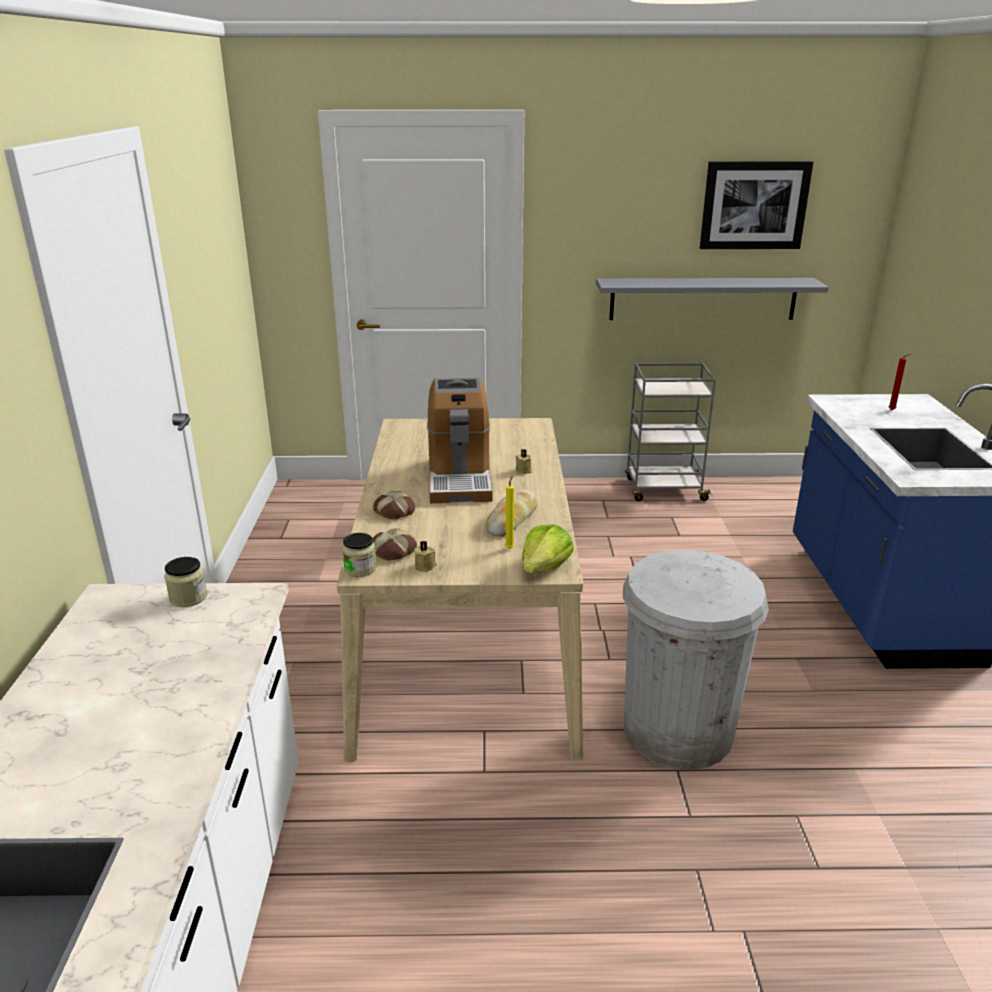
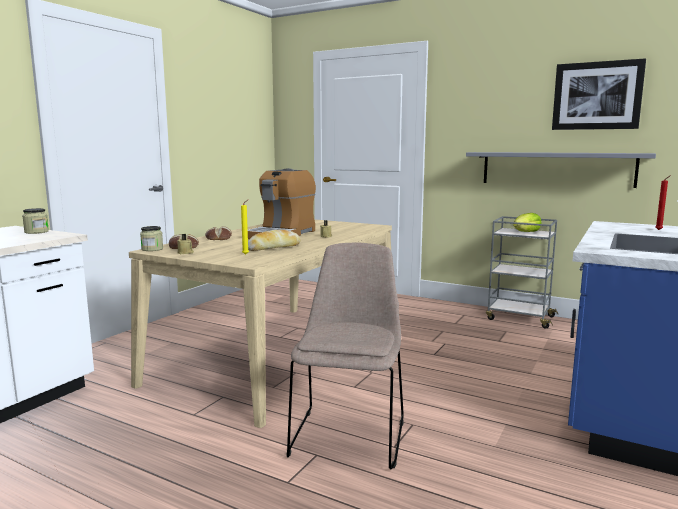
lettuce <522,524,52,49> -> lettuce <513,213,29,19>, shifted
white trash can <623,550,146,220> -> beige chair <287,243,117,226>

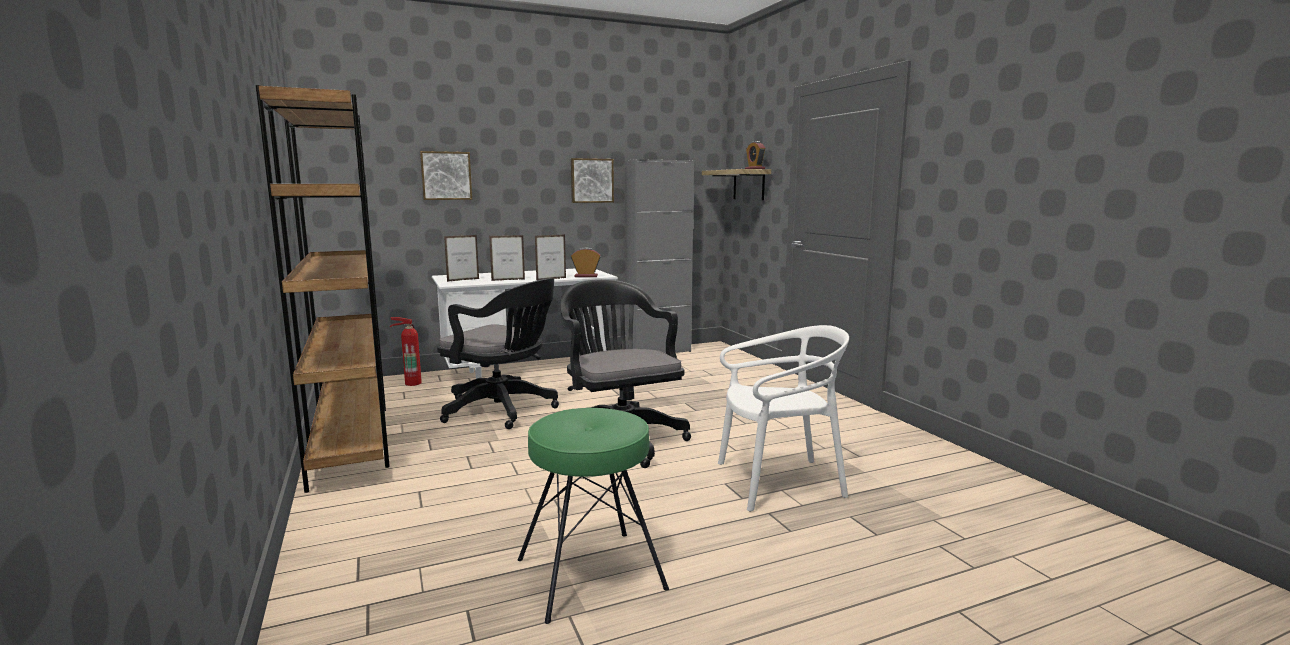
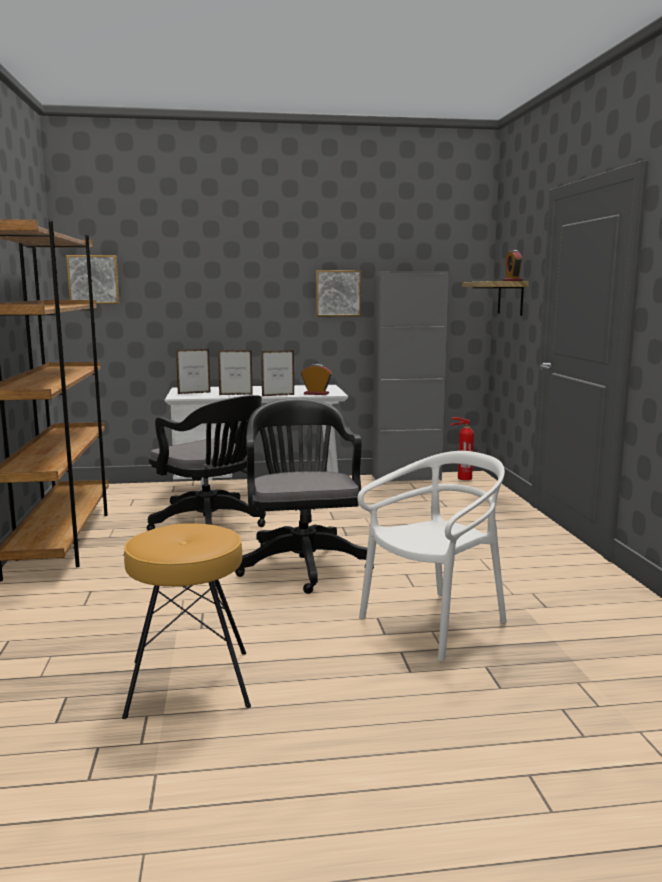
picture <420,151,52,49> -> picture <66,255,54,49>, shifted
fire extinguisher <390,317,32,69> -> fire extinguisher <450,417,24,63>, shifted
white chair <718,325,131,186> -> white chair <357,451,150,210>, 45 degrees counterclockwise
green stool <518,408,151,216> -> brown stool <122,523,129,196>

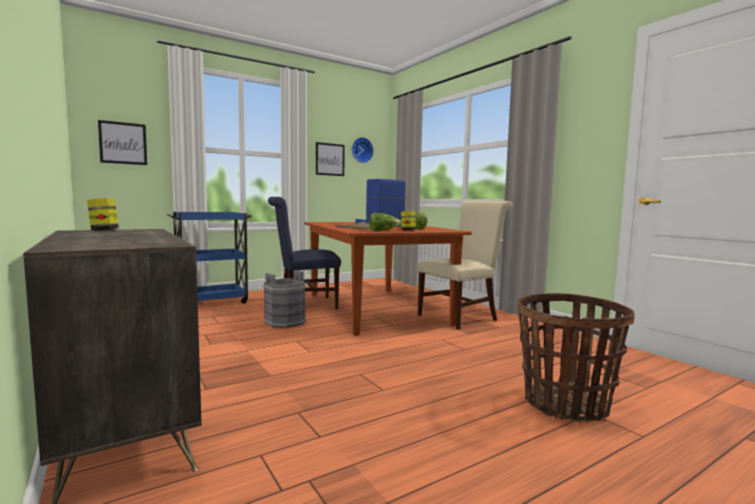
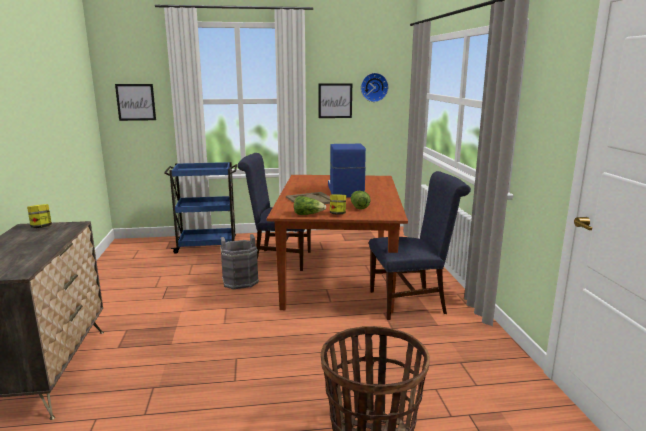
beige chair <417,201,96,129> -> blue chair <369,171,102,149>

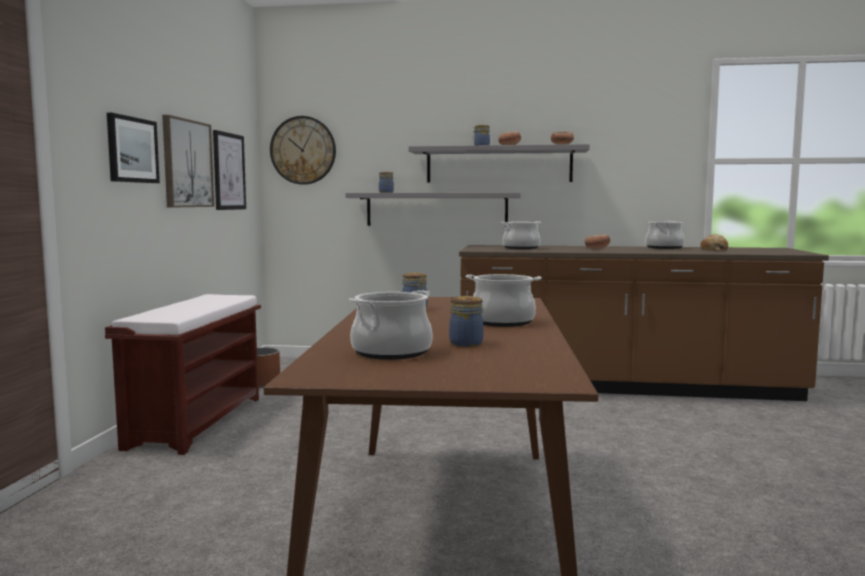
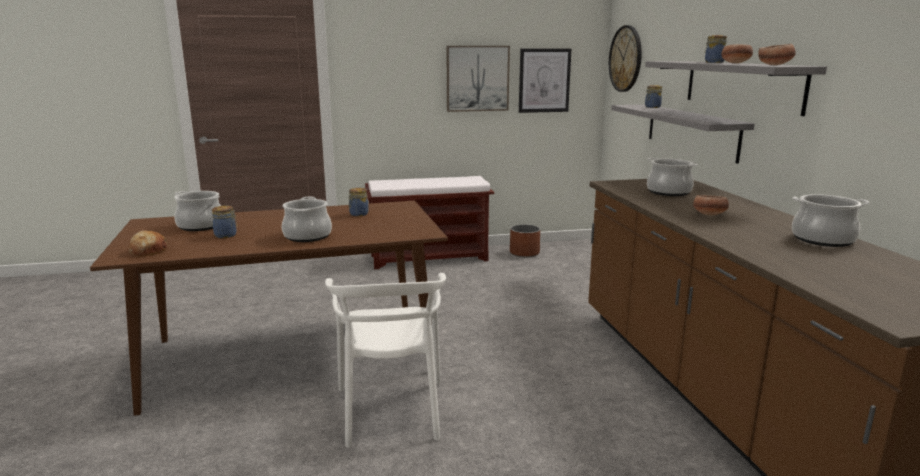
picture <107,113,53,70> -> none
bread <701,234,27,17> -> bread <129,231,38,26>, shifted
none -> white chair <325,273,121,175>

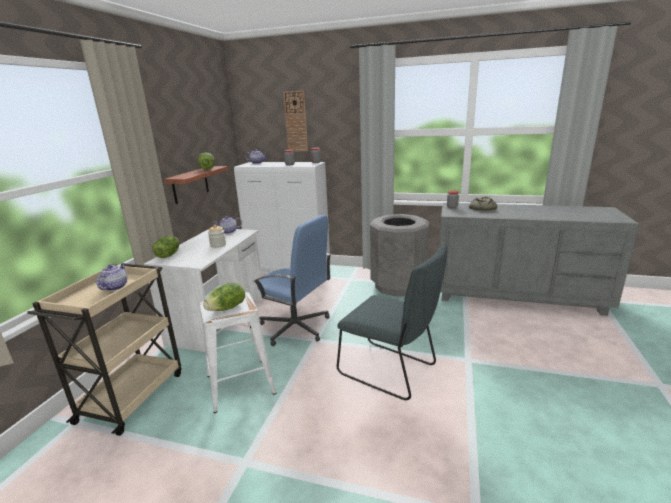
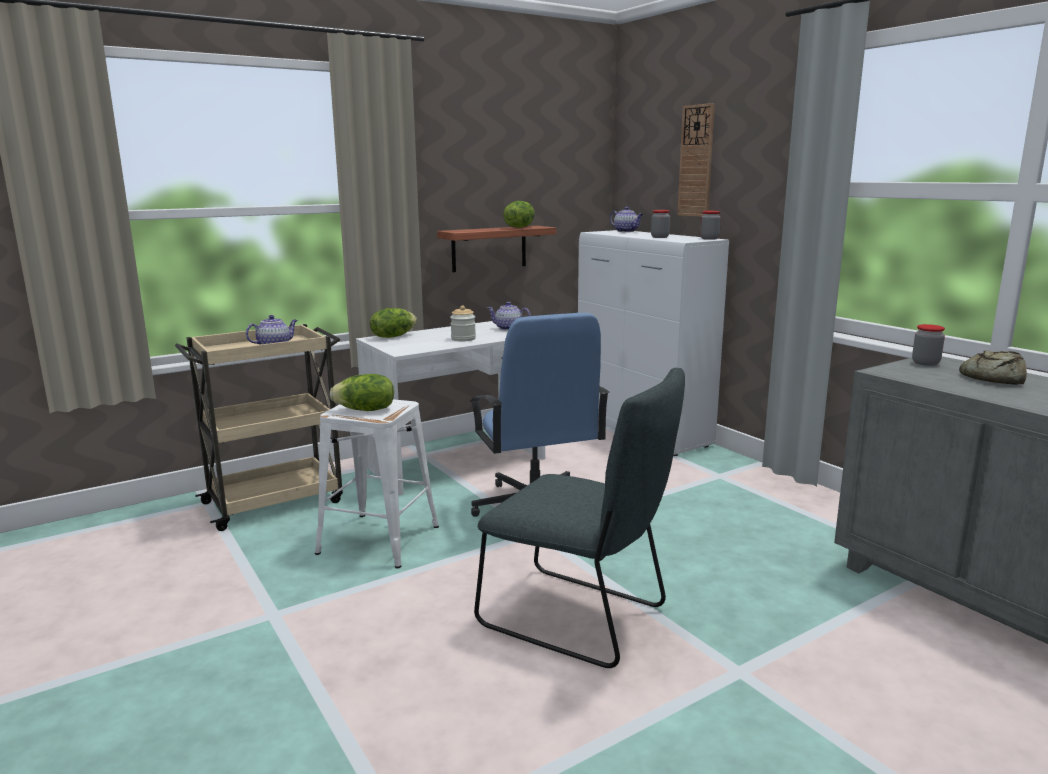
grey trash can <370,214,59,83> -> none
grey chair <337,244,110,156> -> grey chair <474,368,211,300>, 45 degrees counterclockwise

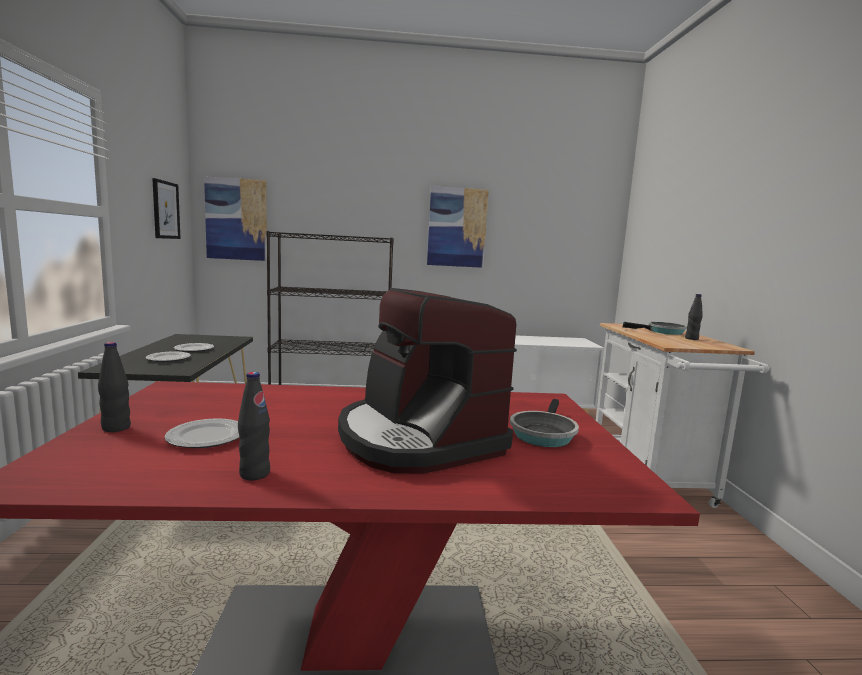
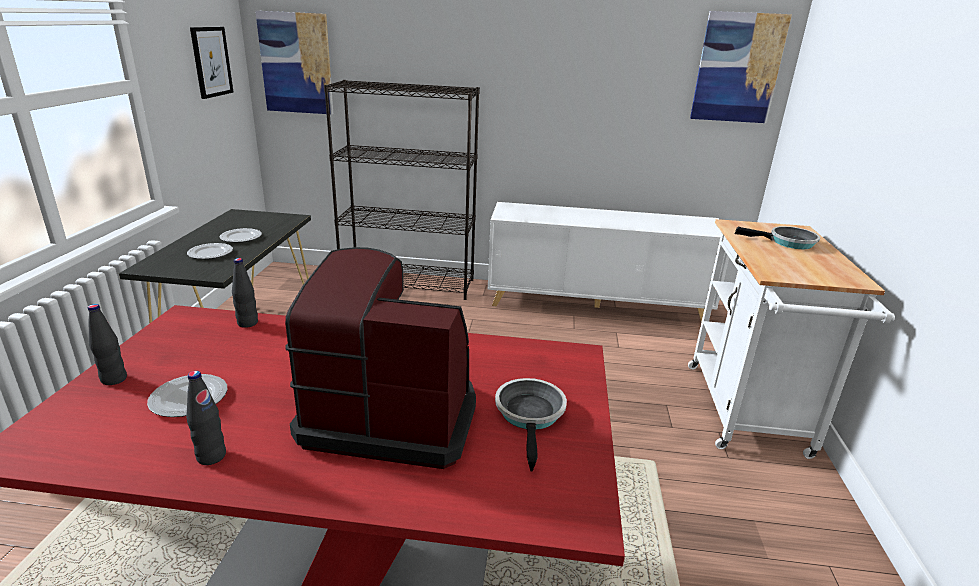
picture <427,186,62,82> -> picture <690,11,102,112>, shifted
coffee machine <338,288,179,186> -> coffee machine <285,247,191,222>, 120 degrees clockwise
black bottle <685,294,18,46> -> black bottle <232,258,26,70>, shifted
frying pan <510,399,69,48> -> frying pan <495,378,72,94>, 150 degrees clockwise

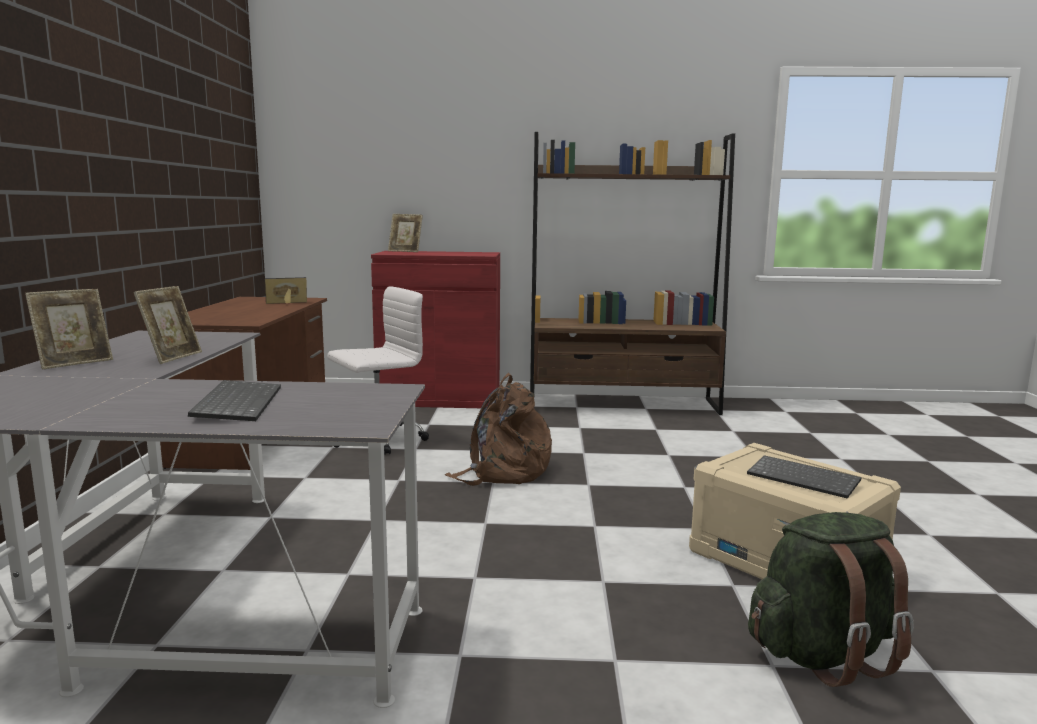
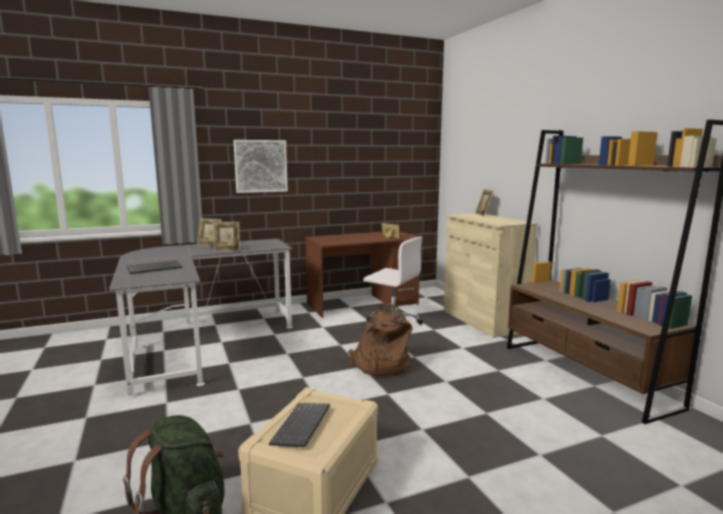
red cabinet <371,251,129,157> -> beige cabinet <444,213,93,125>
none -> picture <234,140,54,53>

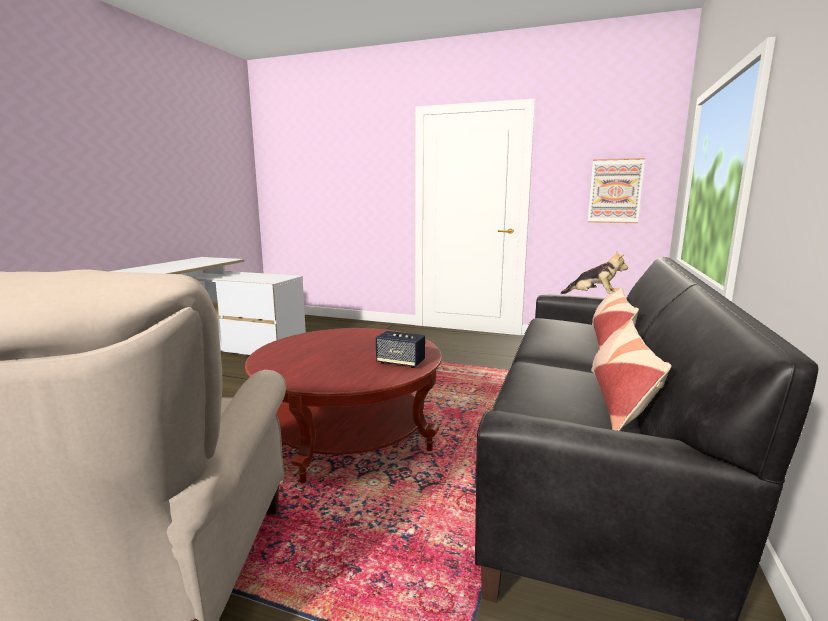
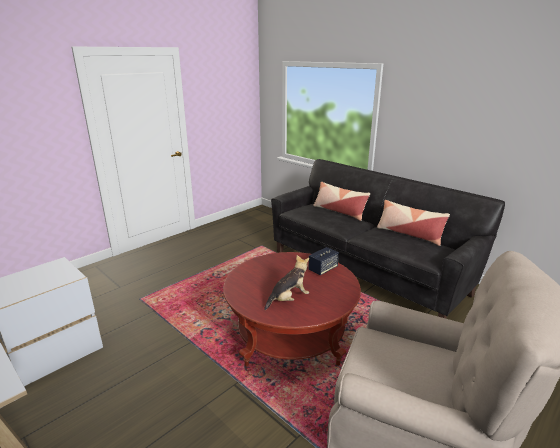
picture <588,158,57,65> -> none
plush toy <560,252,68,42> -> plush toy <264,255,45,55>, shifted

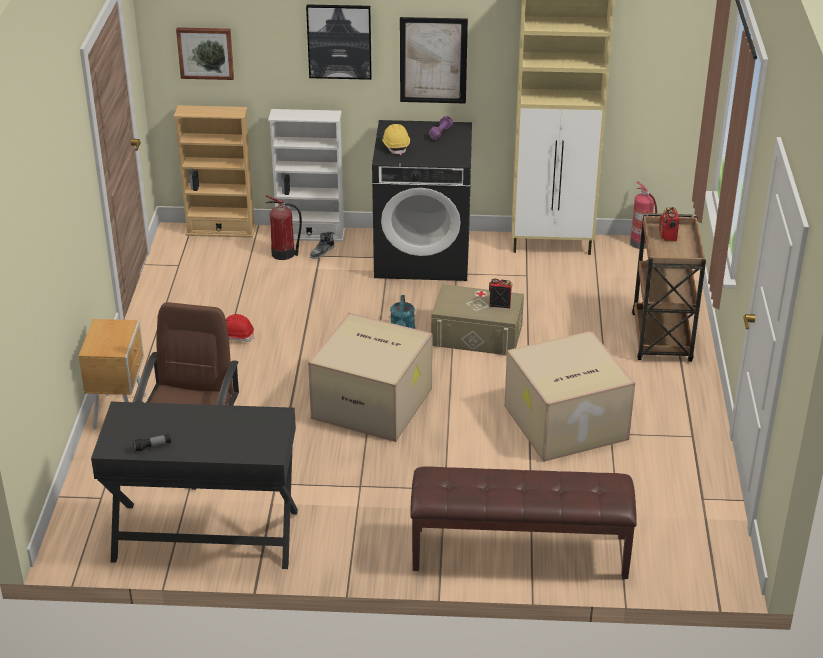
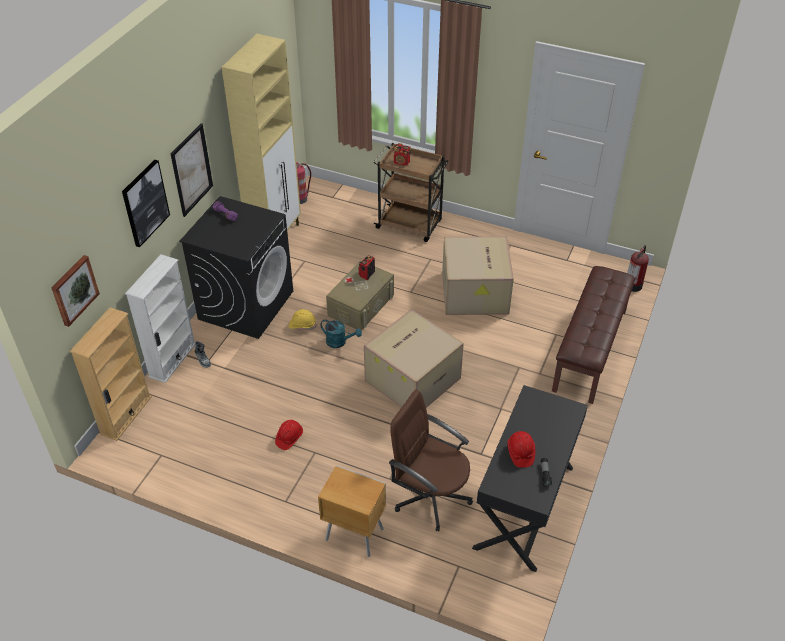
yellow hard hat <382,124,28,31> -> yellow hard hat <289,309,28,20>, shifted
fire extinguisher <266,195,36,65> -> fire extinguisher <627,245,22,47>, shifted
none -> red hard hat <507,431,28,37>

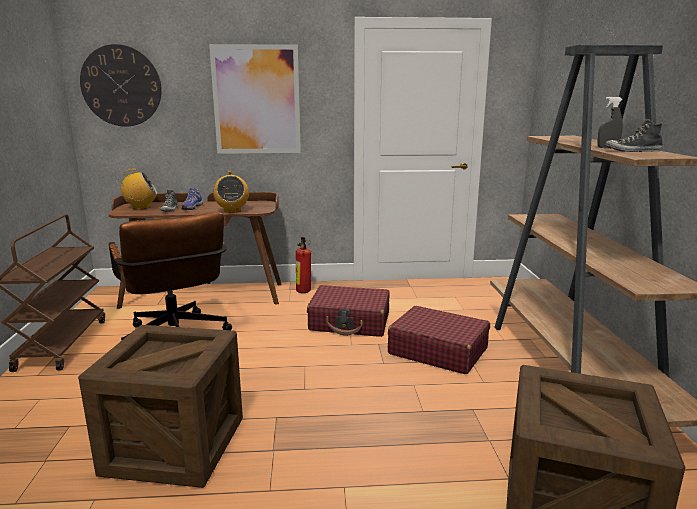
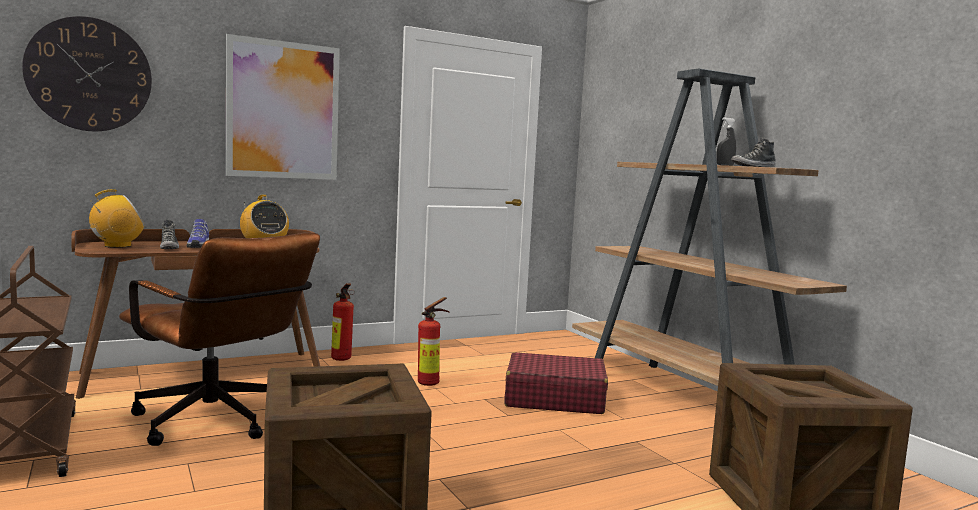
red suitcase <307,285,83,52> -> fire extinguisher <418,297,32,89>

